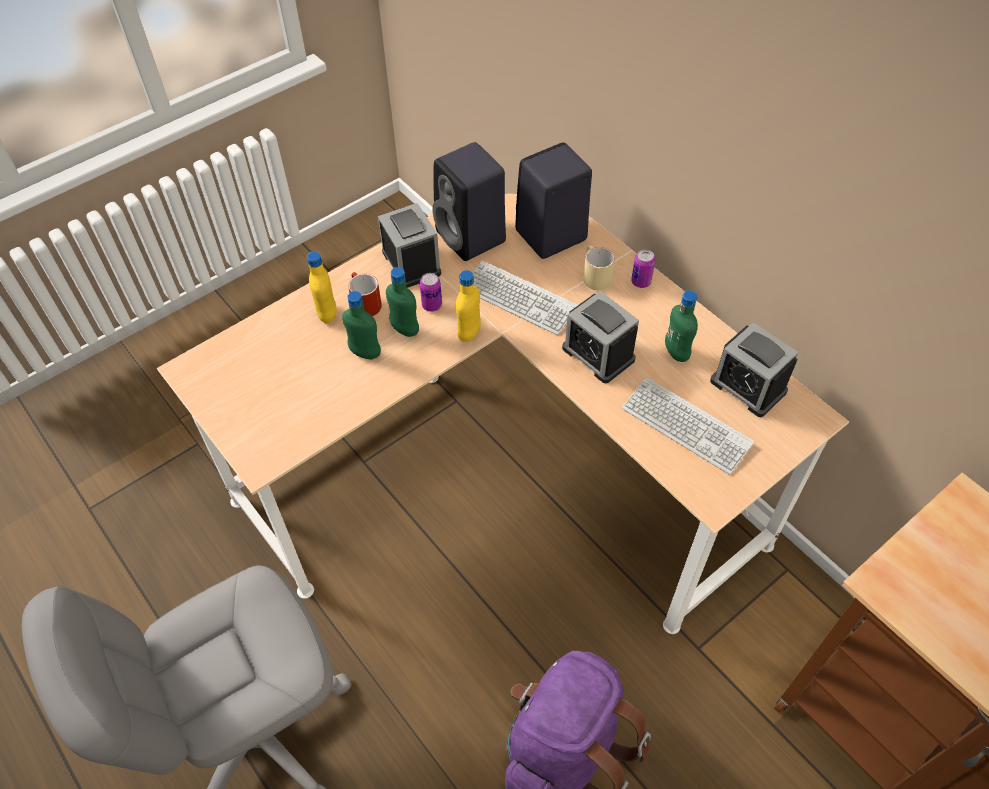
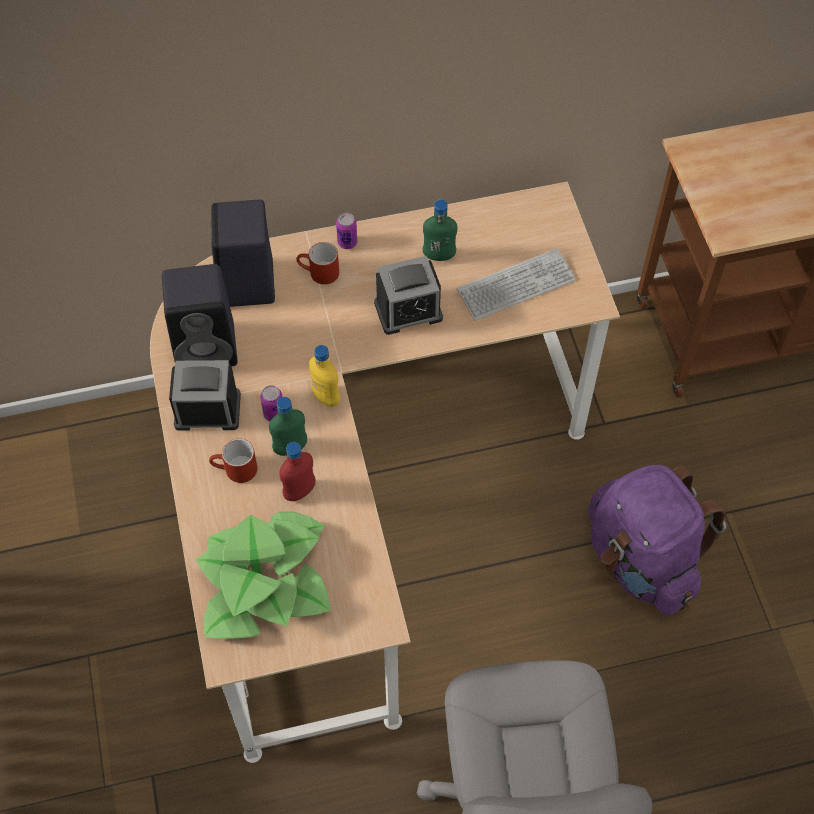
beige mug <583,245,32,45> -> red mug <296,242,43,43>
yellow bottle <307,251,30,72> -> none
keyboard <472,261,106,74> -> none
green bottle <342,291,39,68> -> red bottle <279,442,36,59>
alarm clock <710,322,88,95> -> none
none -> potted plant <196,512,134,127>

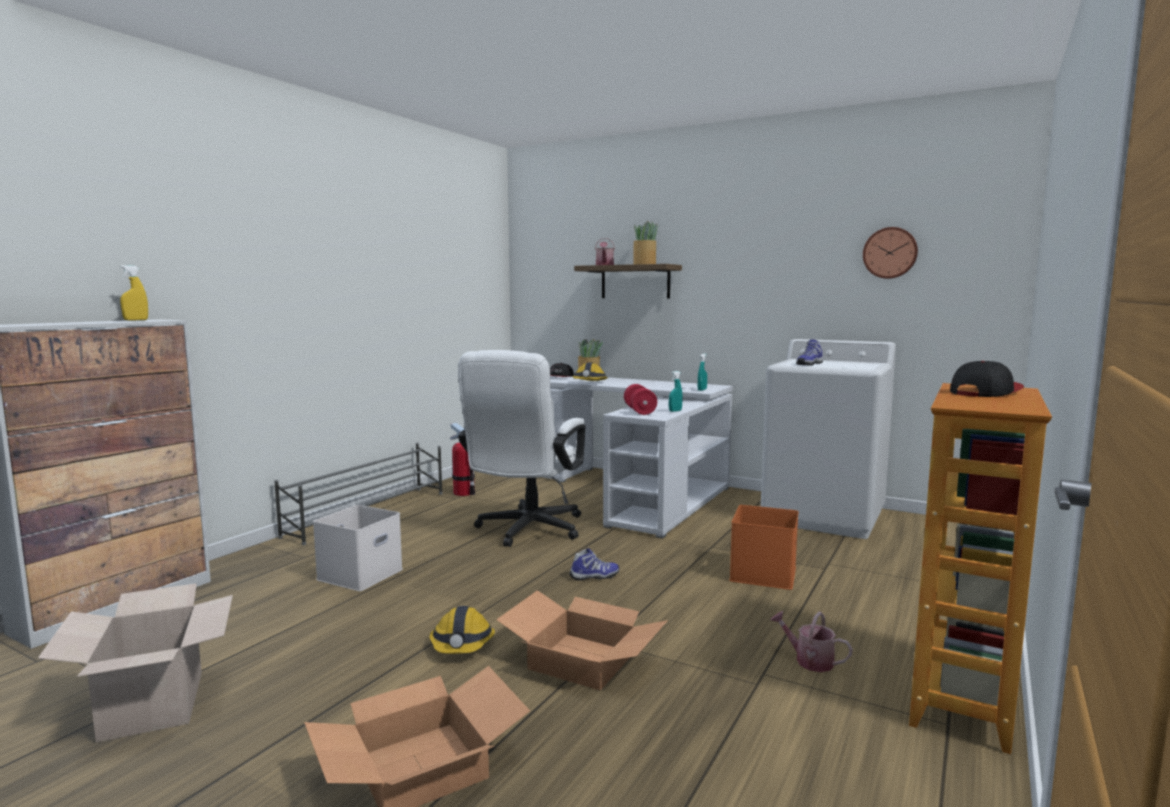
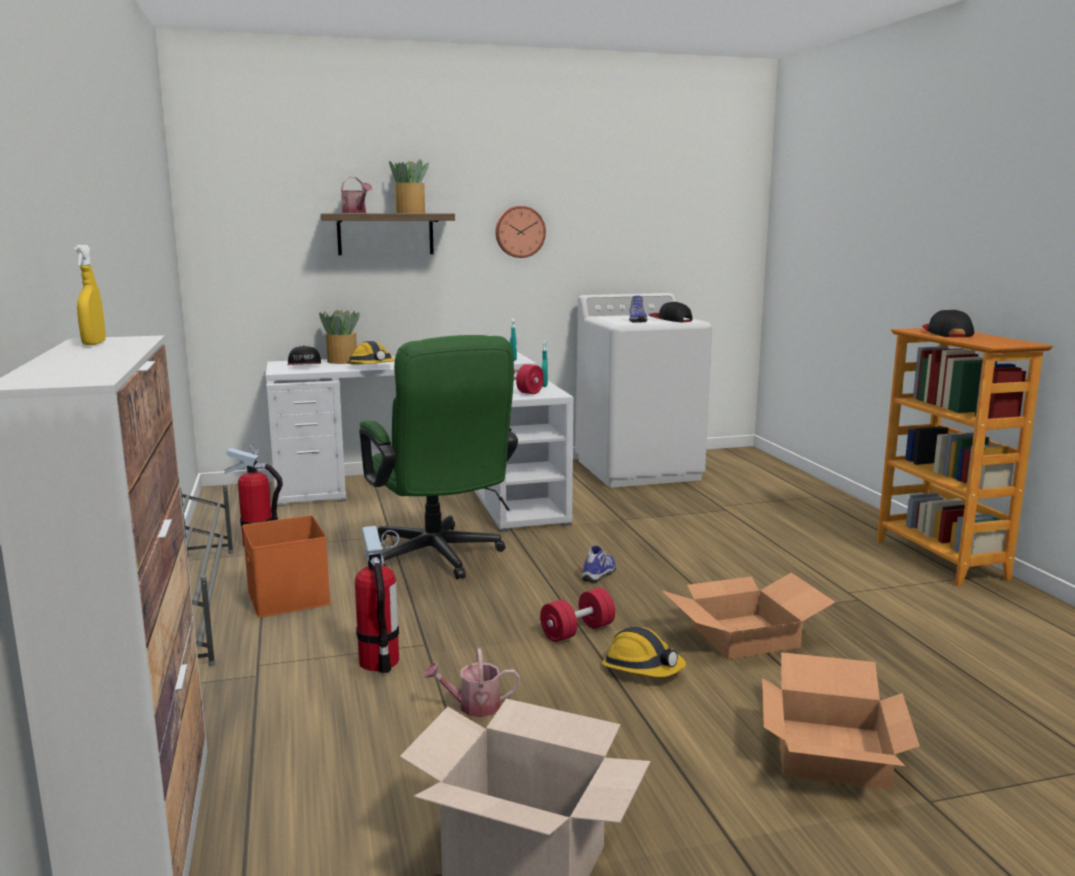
wall clock <863,227,55,52> -> wall clock <495,206,51,52>, shifted
white office chair <458,350,128,197> -> green office chair <359,335,159,244>
white storage box <313,505,90,86> -> fire extinguisher <355,526,45,147>
orange storage box <729,505,70,85> -> orange storage box <242,515,89,102>, shifted
watering can <770,611,83,61> -> watering can <424,648,96,69>, shifted
none -> cap <649,302,43,20>
none -> red dumbbell <540,588,75,54>

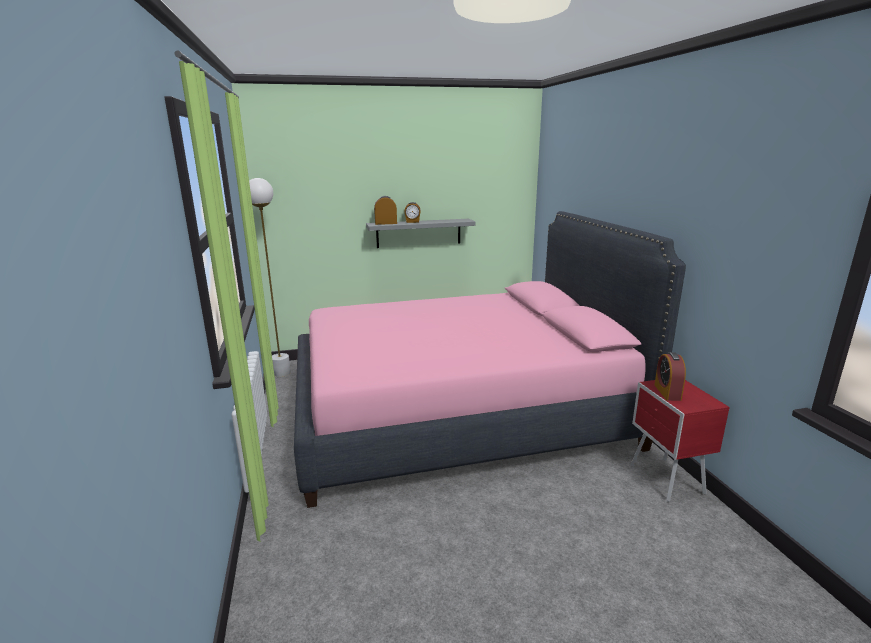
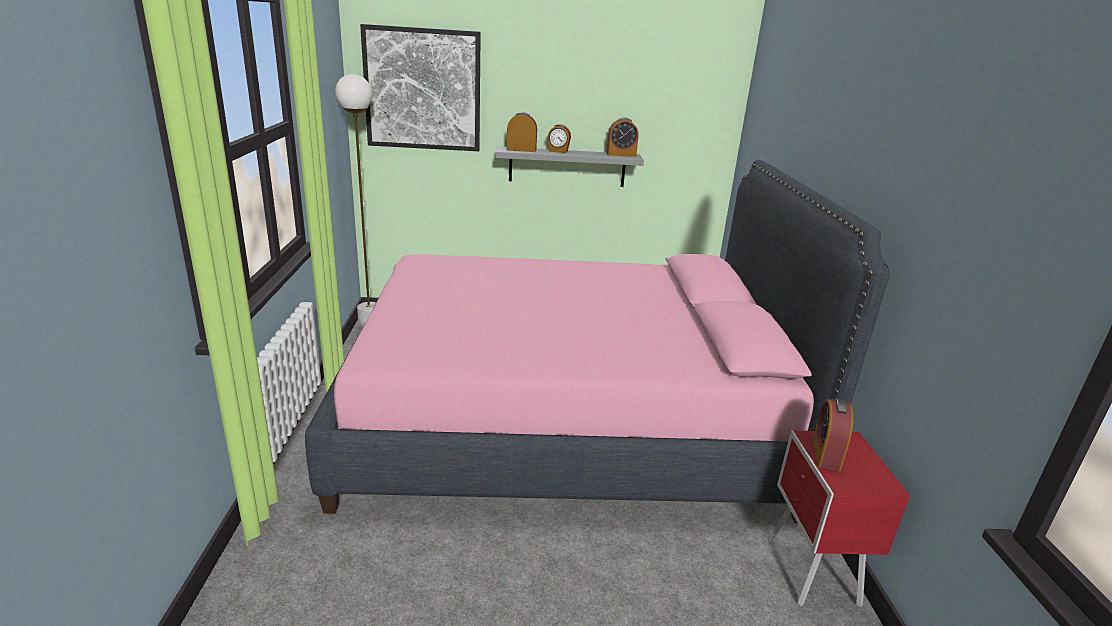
none -> picture <360,24,121,127>
none -> alarm clock <606,117,33,40>

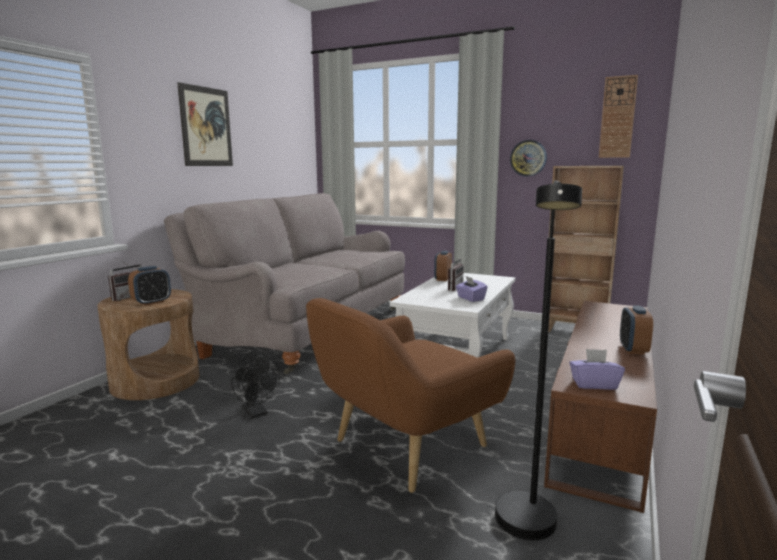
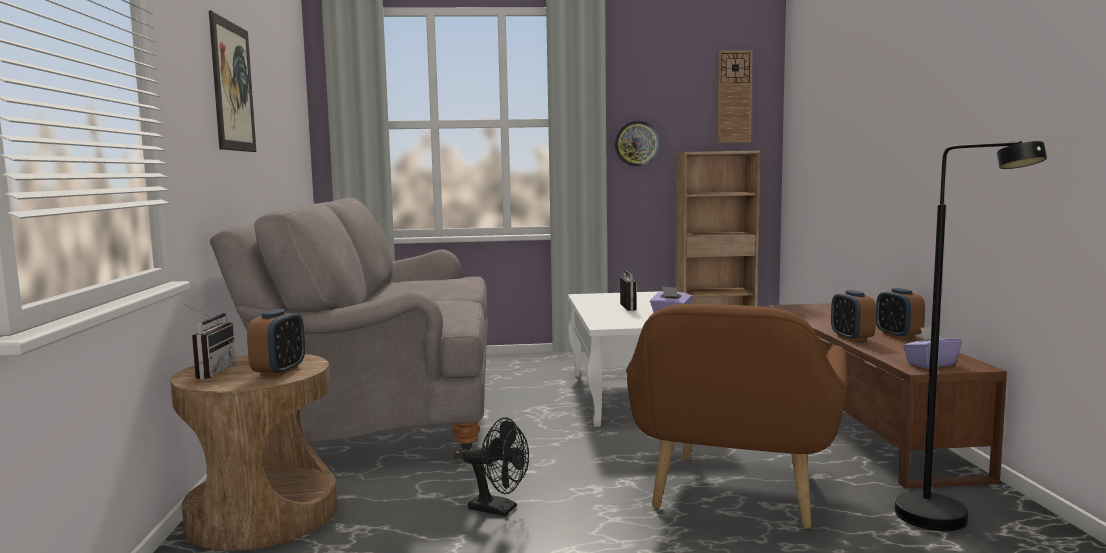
alarm clock <434,251,18,30> -> alarm clock <831,290,45,51>, shifted

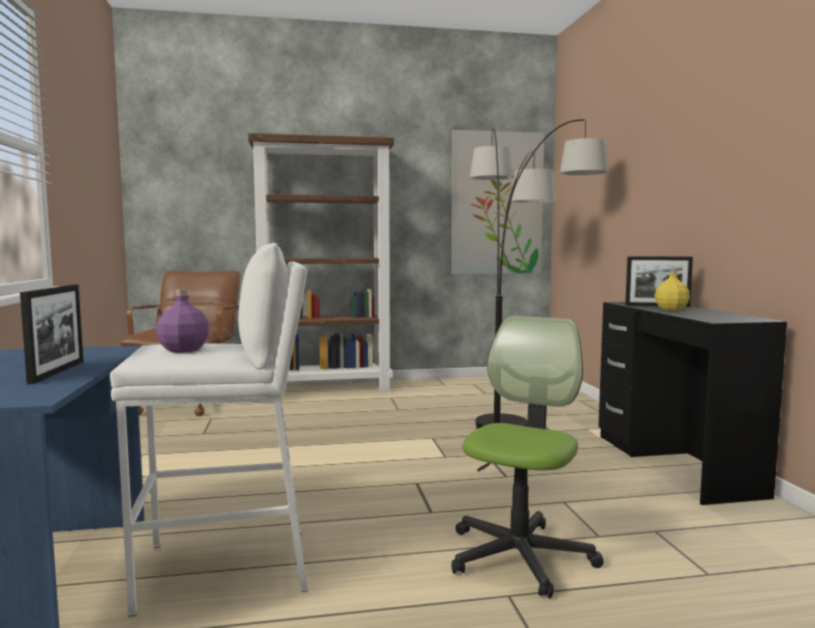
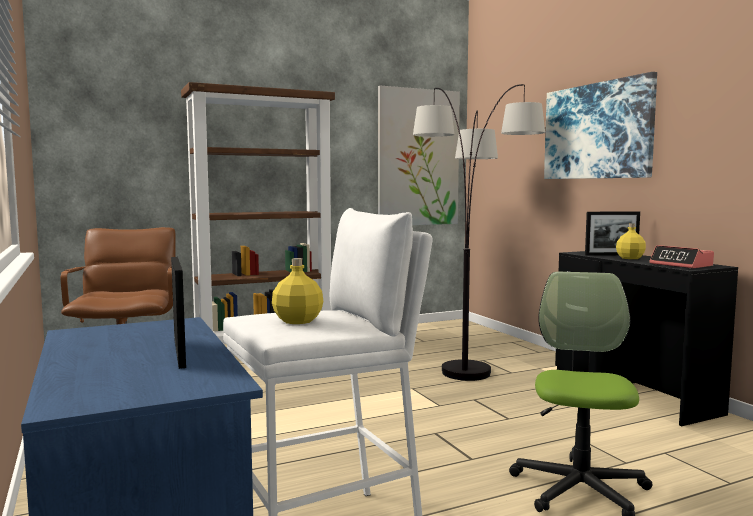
purple bottle <156,289,53,64> -> yellow bottle <272,258,52,66>
none -> picture <544,72,113,107>
none -> alarm clock <649,245,65,24>

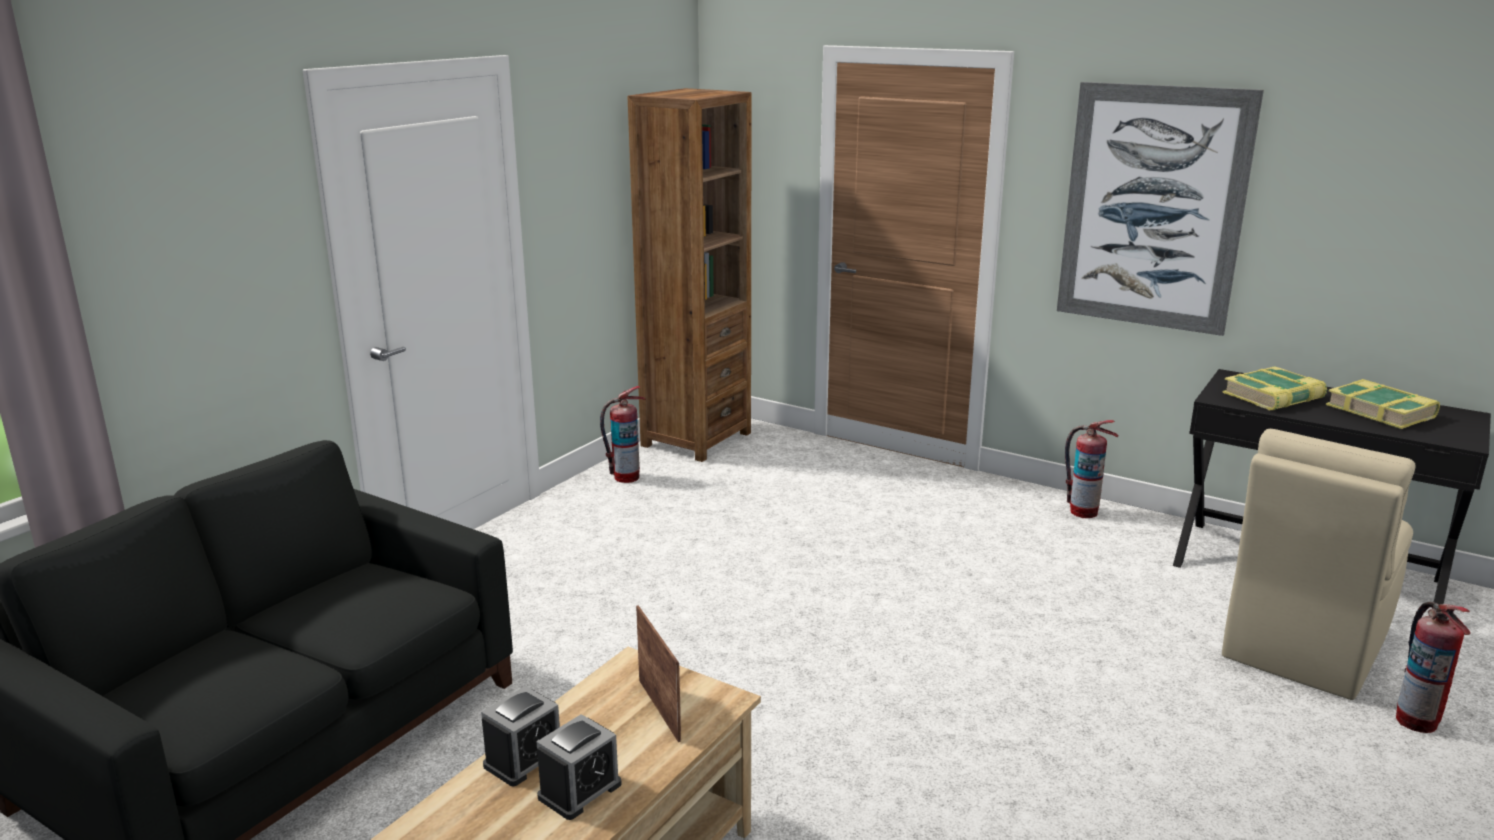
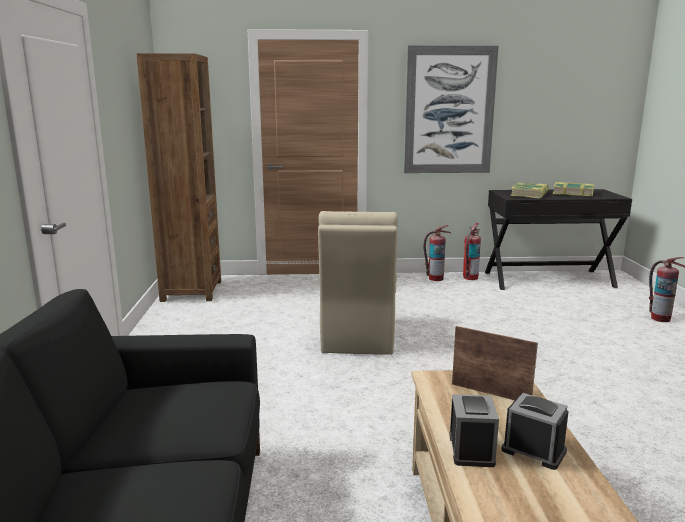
fire extinguisher <600,386,46,97> -> fire extinguisher <463,223,18,57>, shifted
beige chair <1222,429,194,271> -> beige chair <318,211,80,144>, shifted
alarm clock <537,714,85,106> -> alarm clock <501,393,68,77>, 60 degrees counterclockwise

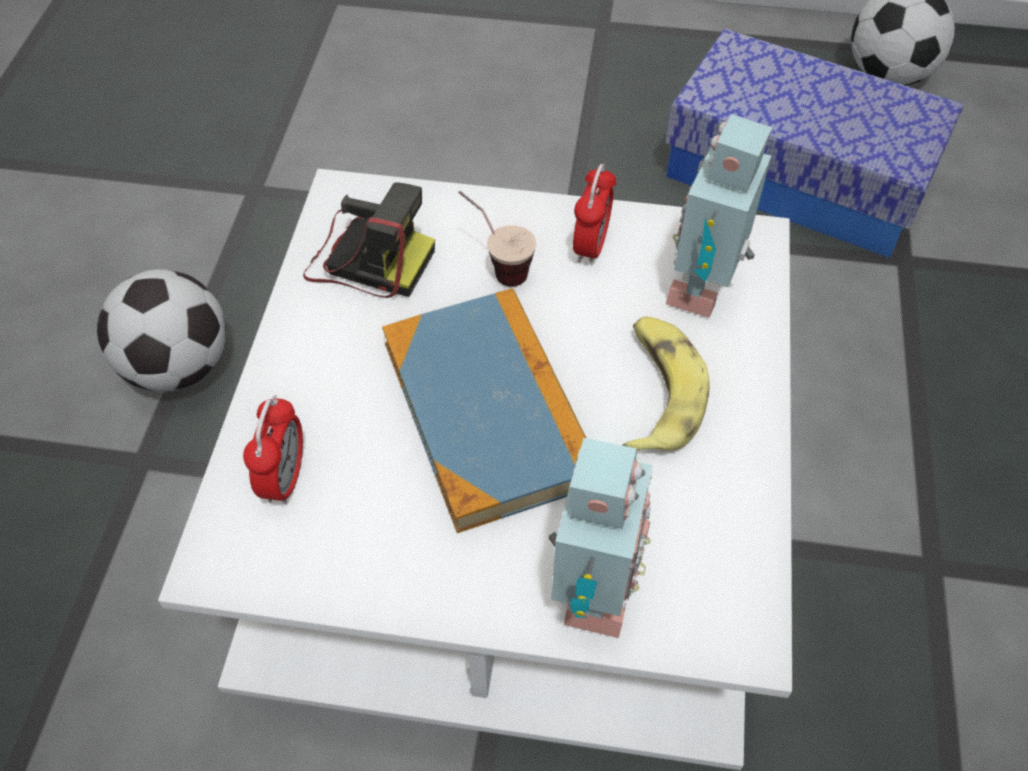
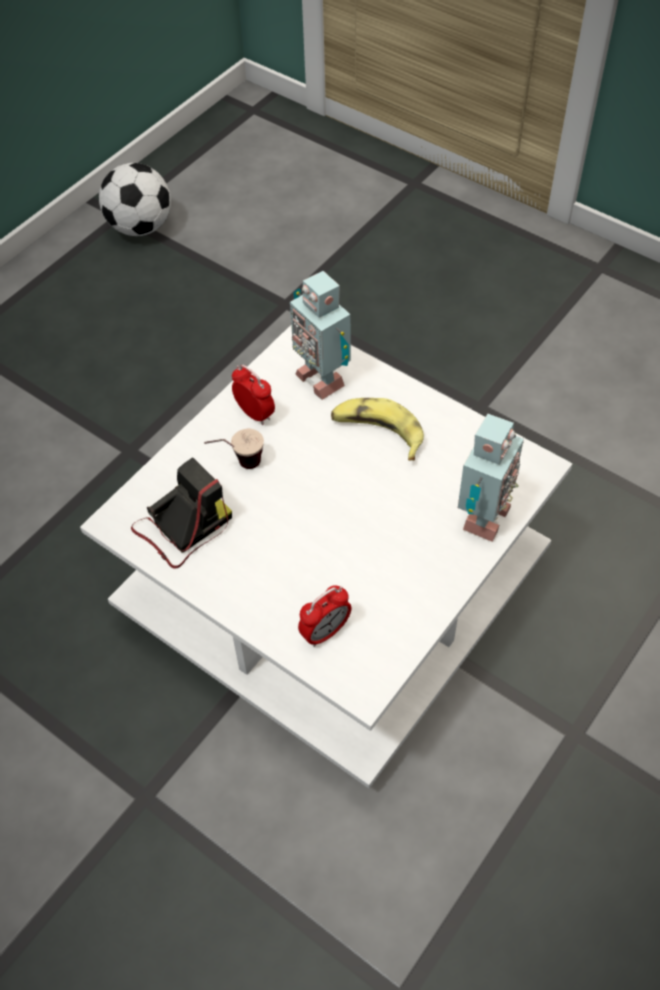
storage box <665,29,299,229> -> none
football <97,269,129,123> -> none
book <382,288,204,245> -> none
alarm clock <243,395,60,110> -> alarm clock <298,585,53,62>, 105 degrees clockwise
toy robot <549,438,104,200> -> toy robot <458,414,66,128>, 75 degrees clockwise

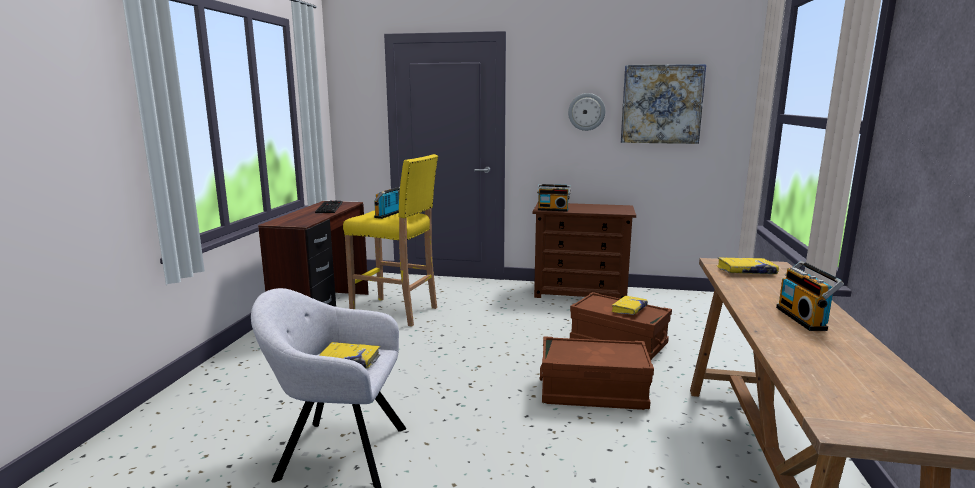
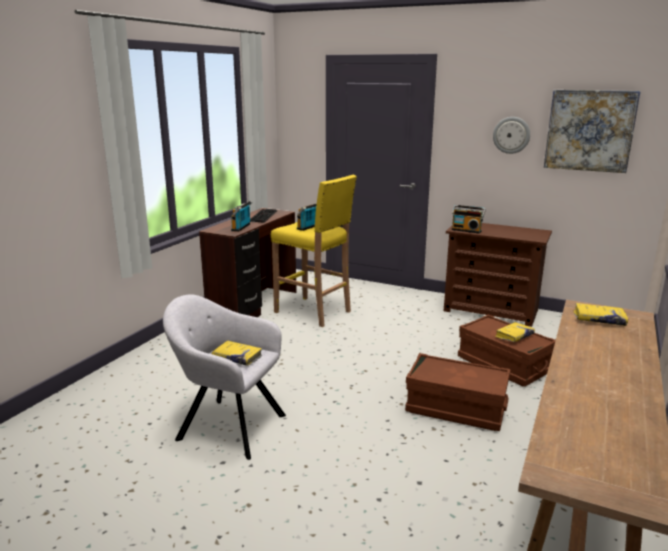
radio <776,261,68,70> -> radio <231,201,21,31>, shifted

